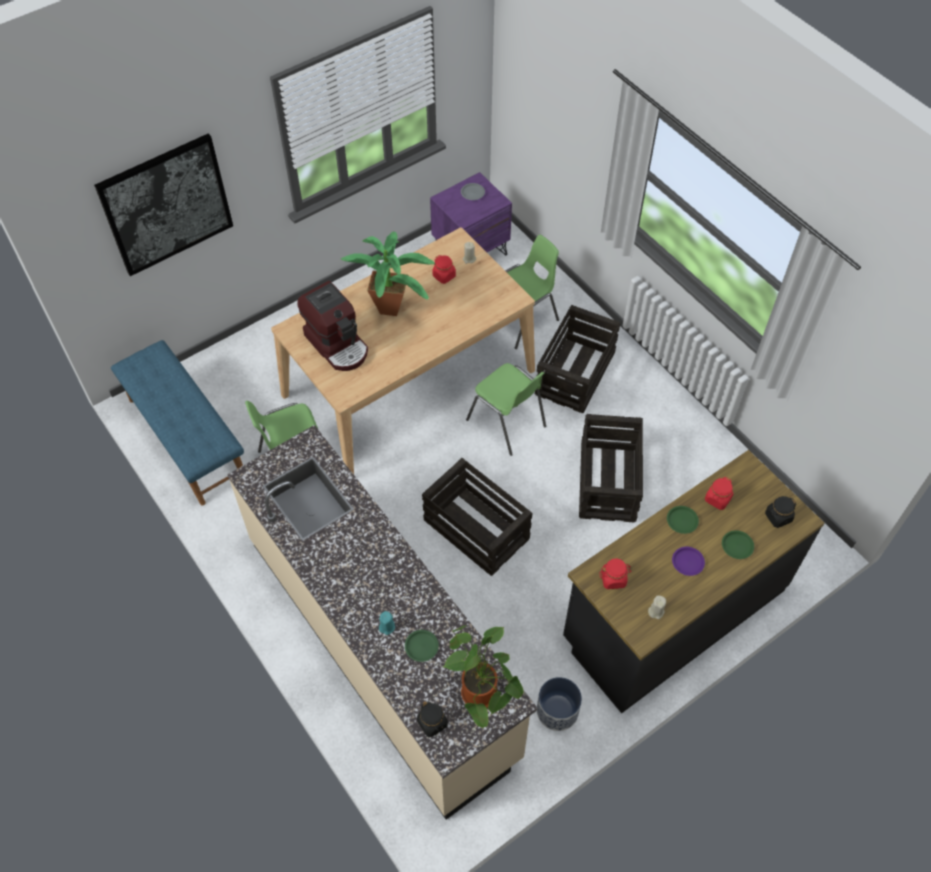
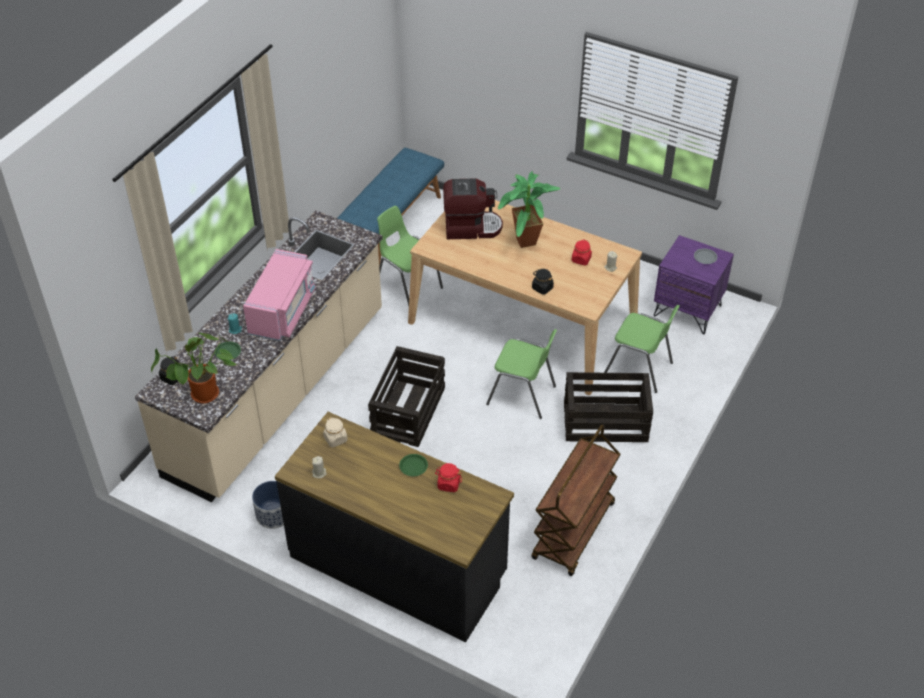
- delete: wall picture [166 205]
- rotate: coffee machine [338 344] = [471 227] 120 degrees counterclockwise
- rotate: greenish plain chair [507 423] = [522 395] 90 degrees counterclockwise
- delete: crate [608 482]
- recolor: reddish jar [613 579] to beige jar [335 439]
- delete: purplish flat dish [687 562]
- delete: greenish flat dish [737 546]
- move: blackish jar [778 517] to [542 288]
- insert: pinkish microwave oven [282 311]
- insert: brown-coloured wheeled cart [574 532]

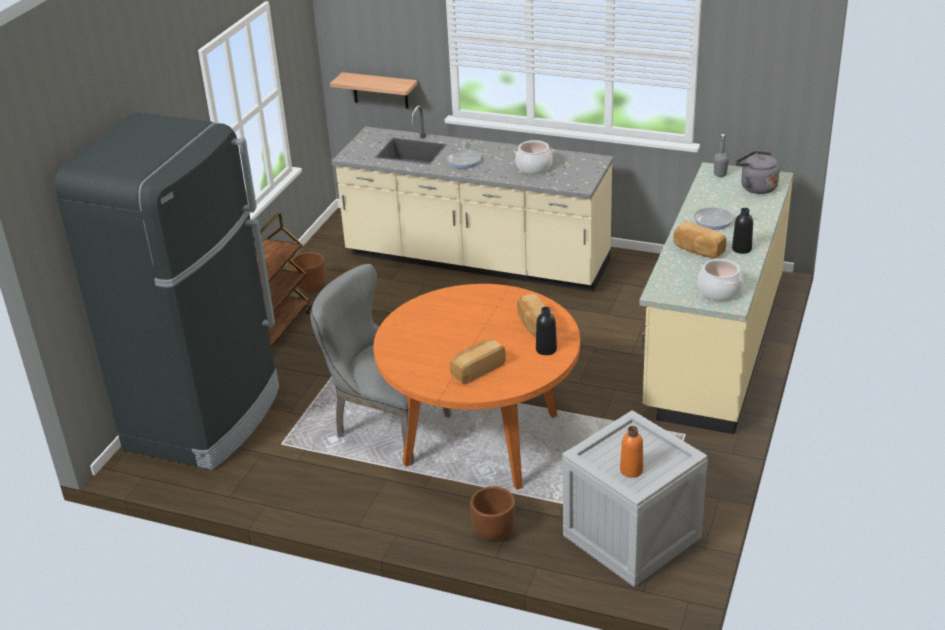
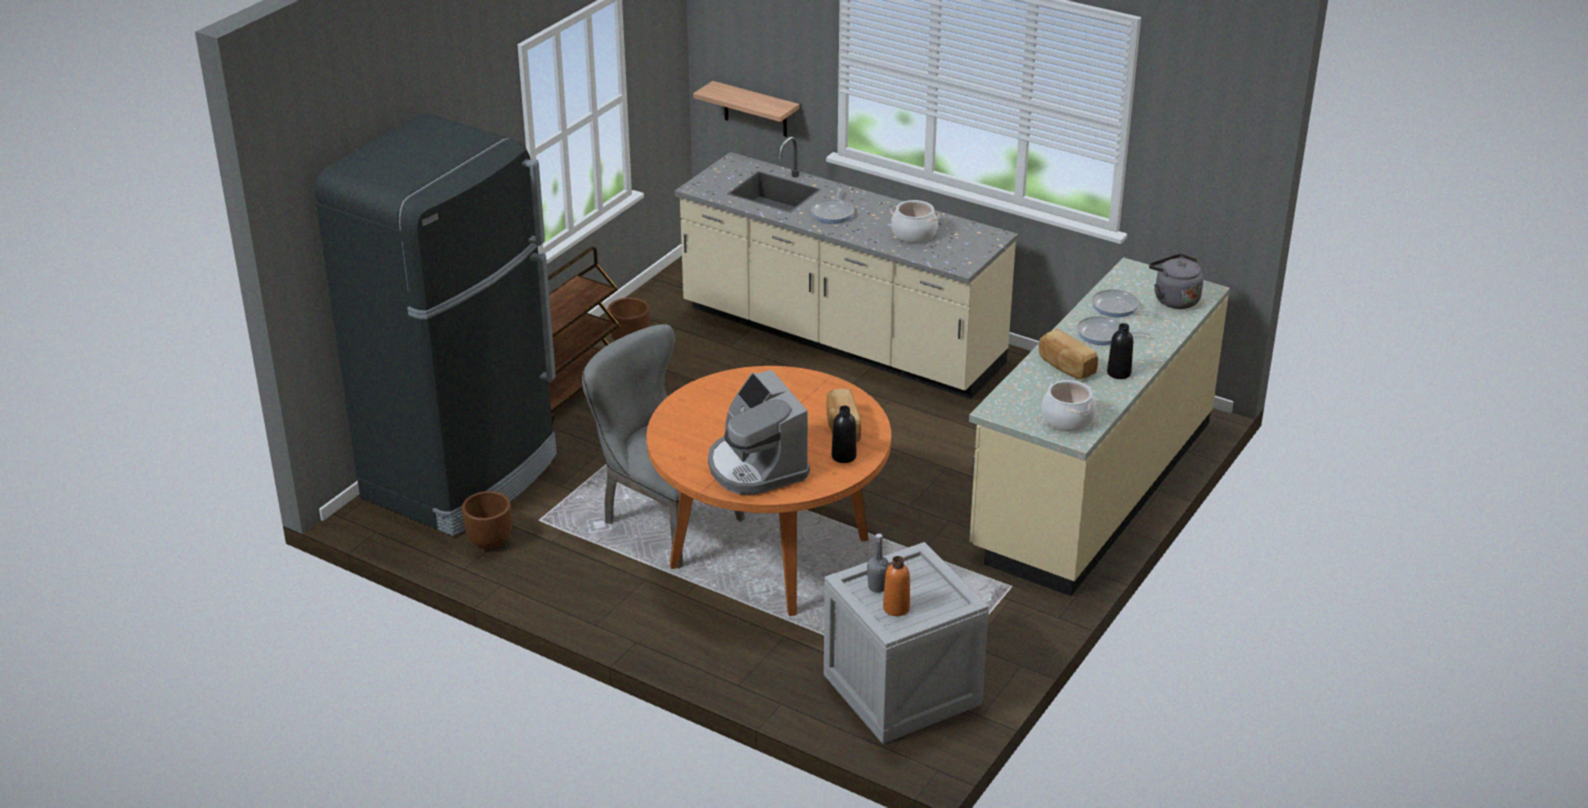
- replace: bread [477 370] to coffee machine [756 467]
- move: brown-coloured plant pot [494 532] to [490 541]
- move: gray bottle [720 174] to [877 587]
- insert: pan [1117 308]

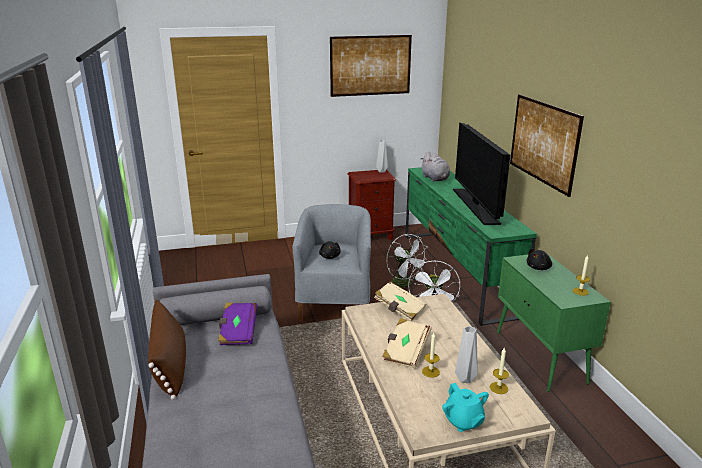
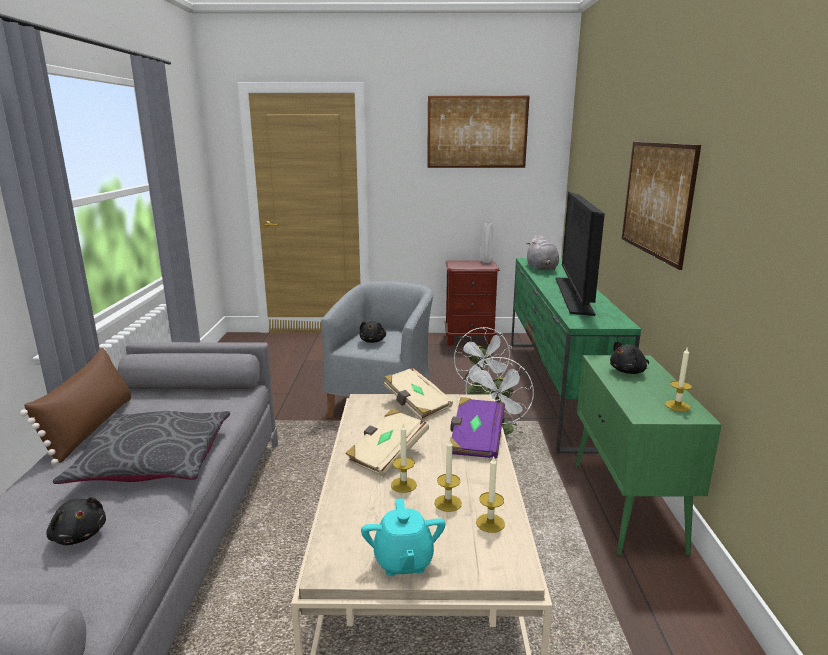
- move: purplish bound book [238 332] to [475 440]
- replace: gray vase [466 379] to wax light [448 503]
- insert: blackish soft toy [79 535]
- insert: gray cushion [153 461]

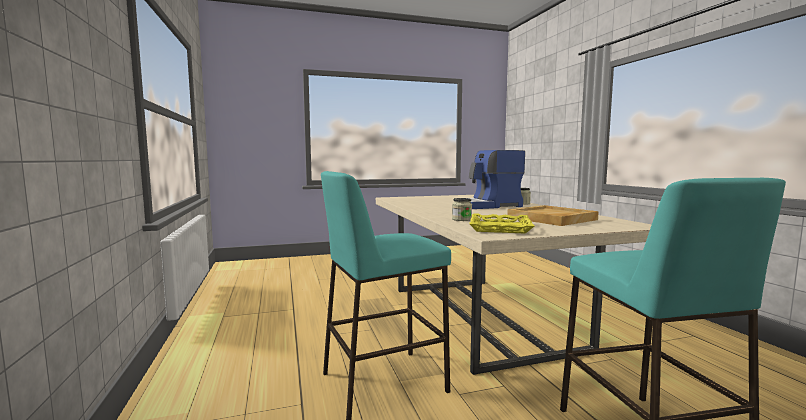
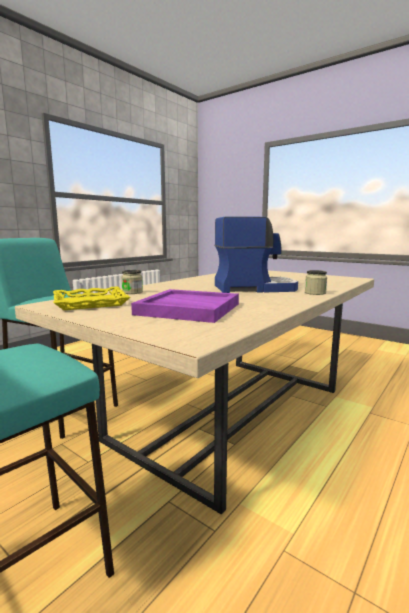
- rotate: coffee machine [488 206] = [254 288] 135 degrees clockwise
- recolor: beige tray [552 219] to purplish tray [187 309]

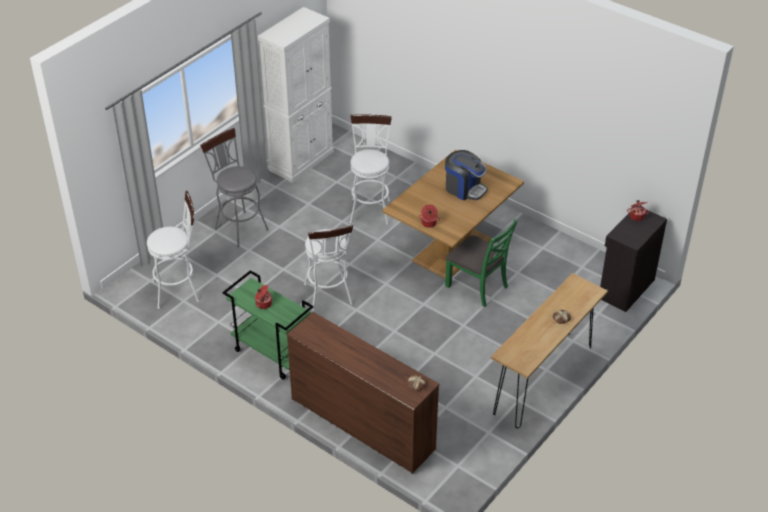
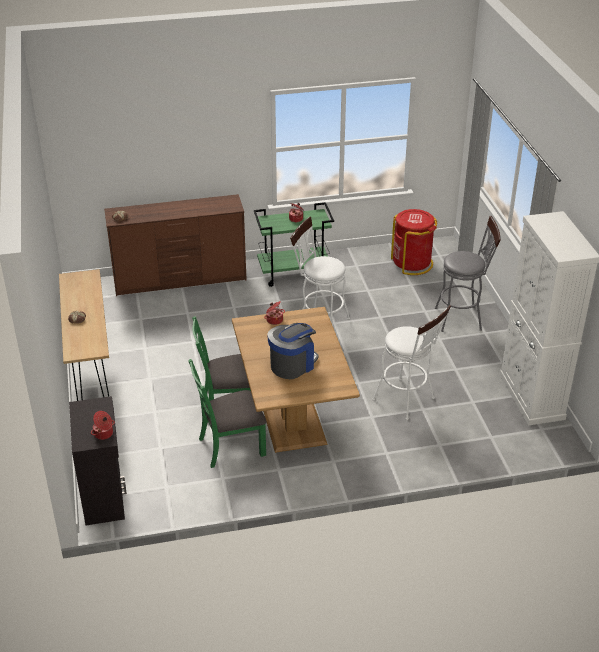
- replace: white-coloured stool seat [180 290] to reddish rubbish bin [412 263]
- rotate: coffee machine [464 188] = [292 364] 150 degrees clockwise
- insert: greenish plain chair [231 446]

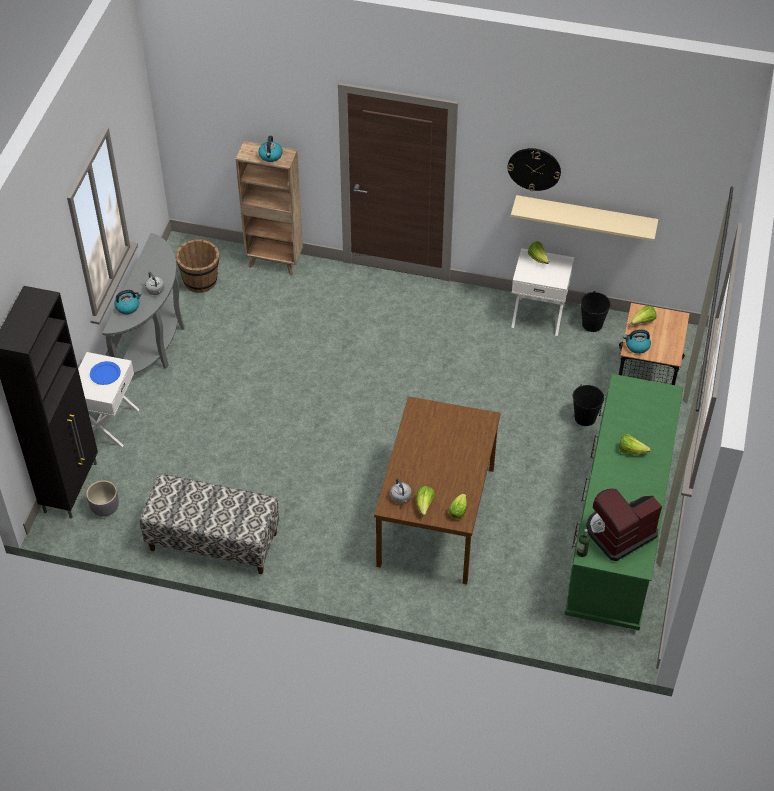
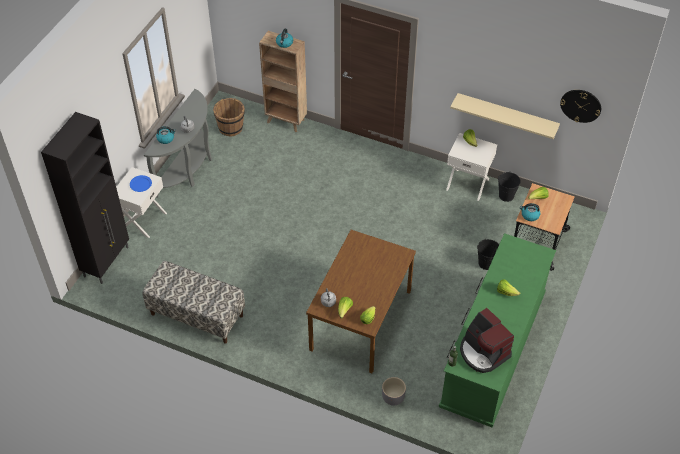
- move: gray plant pot [105 508] to [393 398]
- move: hanging clock [534 168] to [580 105]
- rotate: coffee machine [619 533] = [483 352] 105 degrees counterclockwise

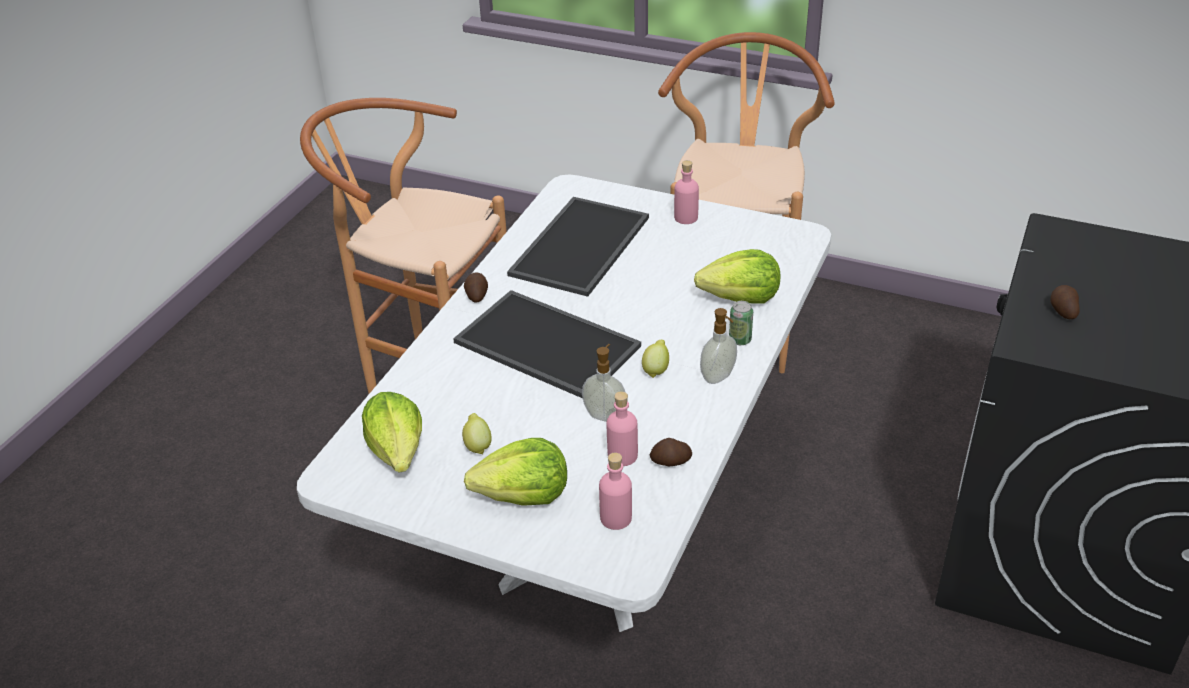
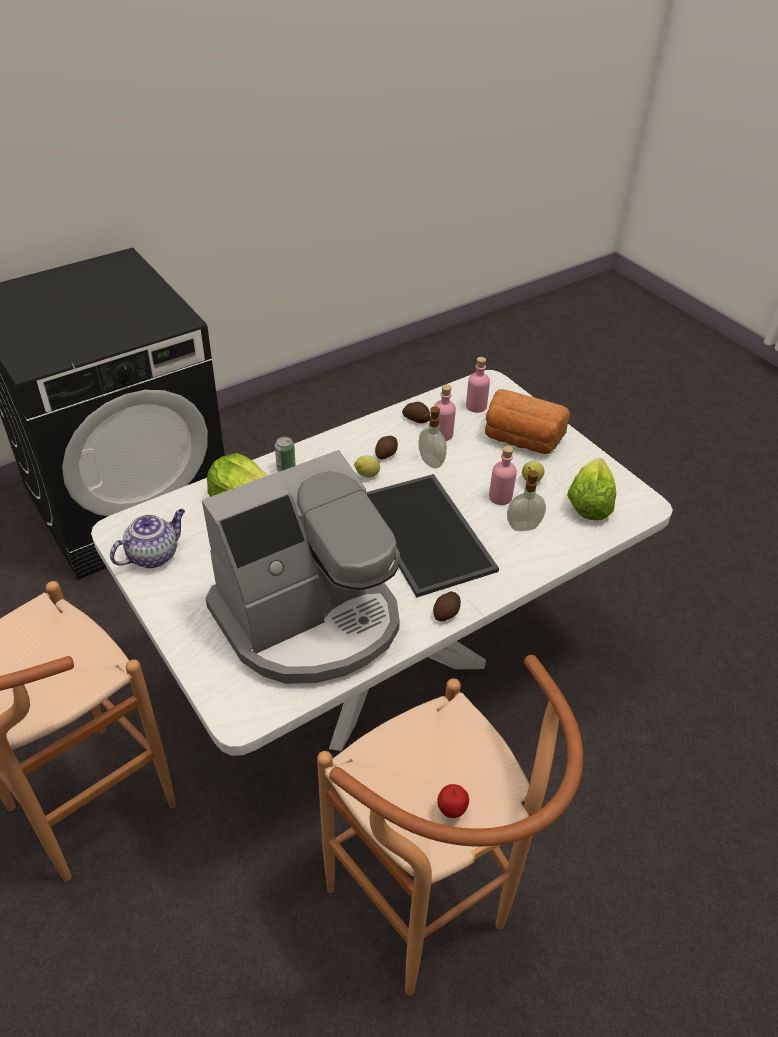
- replace: head of lettuce [524 495] to bread [521 440]
- replace: tray [581 247] to coffee machine [310 619]
- move: pinkish bottle [686 218] to [500 497]
- move: liquid soap bottle [718 377] to [523 526]
- move: spud [1062 311] to [387 453]
- insert: teapot [153 555]
- insert: whole apple [451 811]

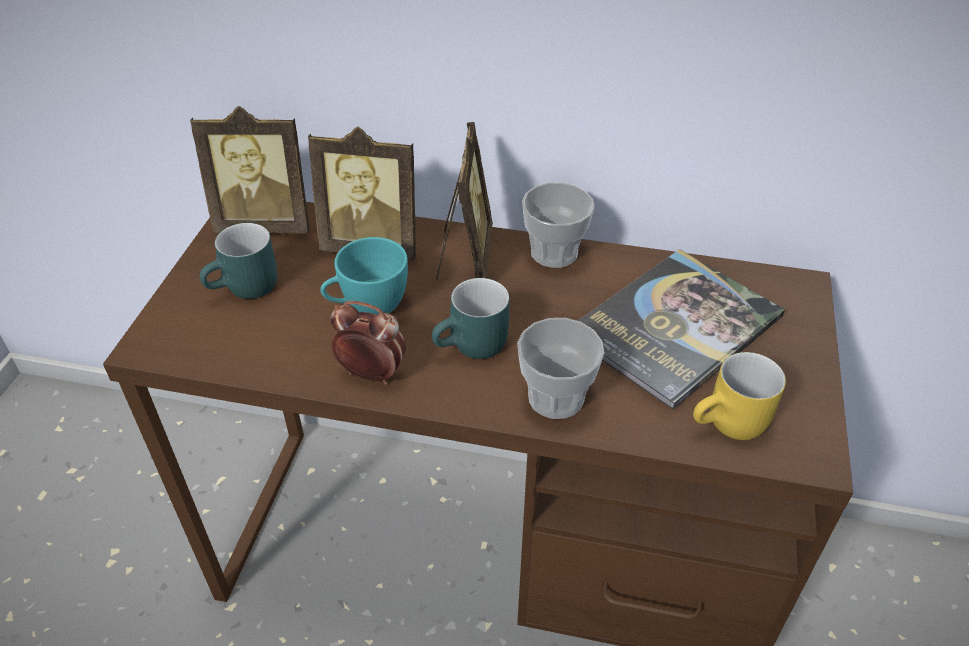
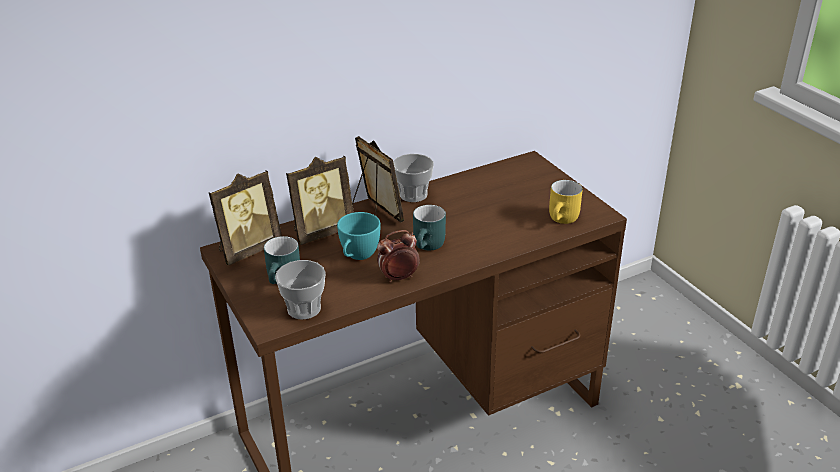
- move: drinking cup [556 397] to [304 309]
- delete: bound book [675 326]

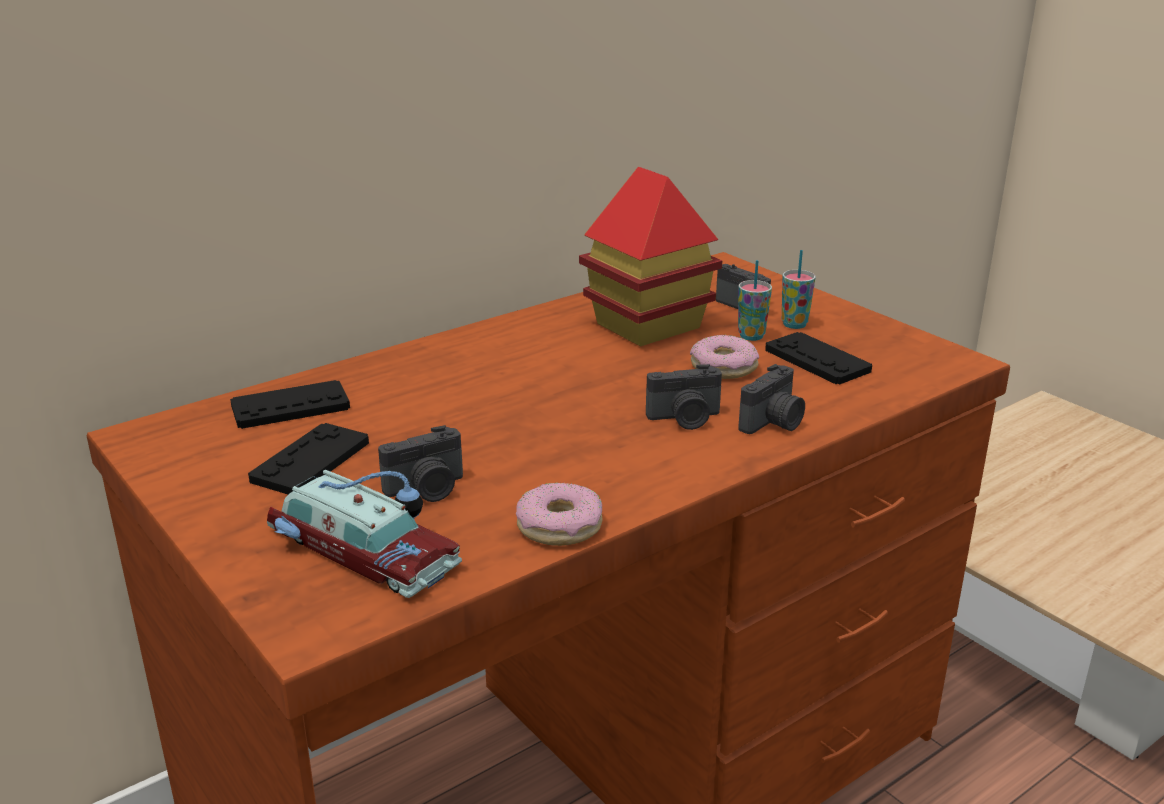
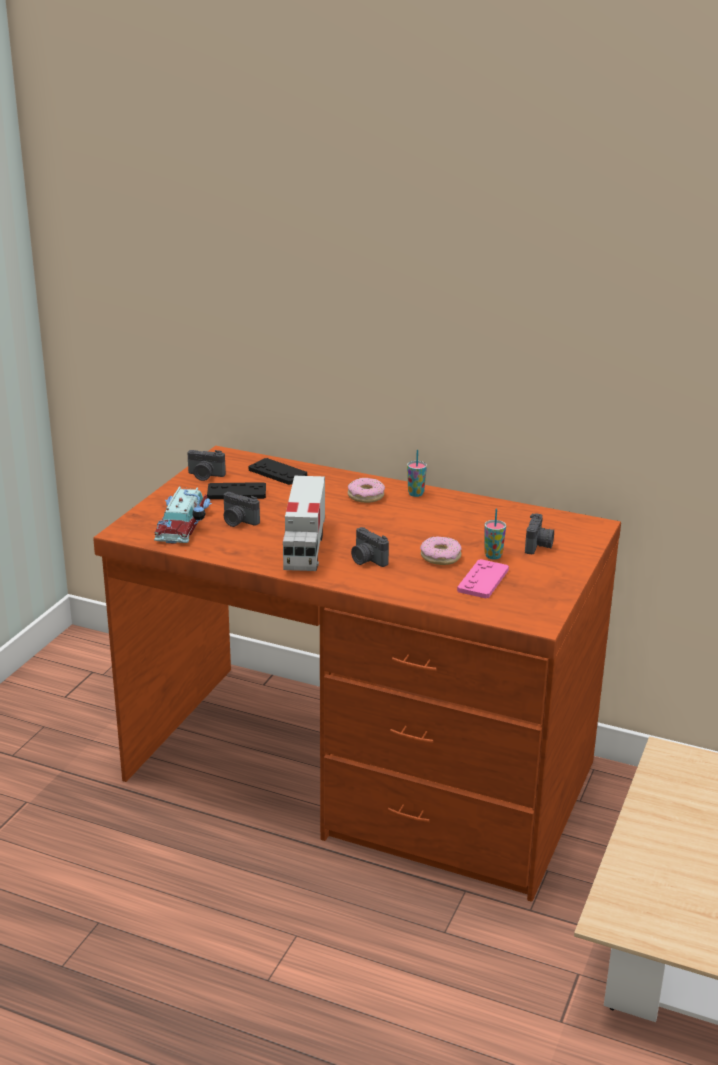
- move: doughnut [559 526] to [365 496]
- delete: miniature house [648 326]
- move: photo camera [774 423] to [205 476]
- recolor: blackish gamepad [817 360] to pinkish gamepad [483 580]
- move: drinking cup [794 324] to [416 494]
- insert: model truck [304 548]

